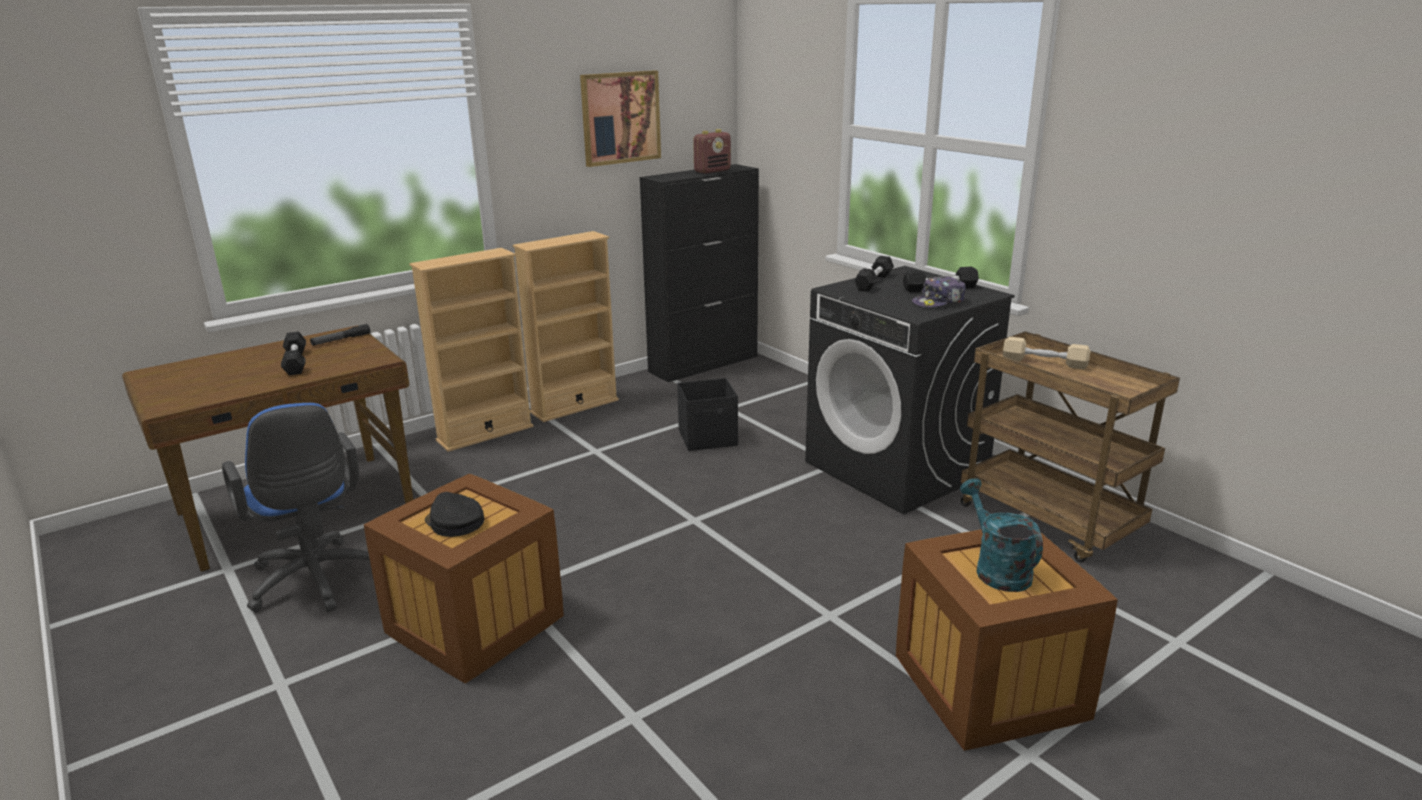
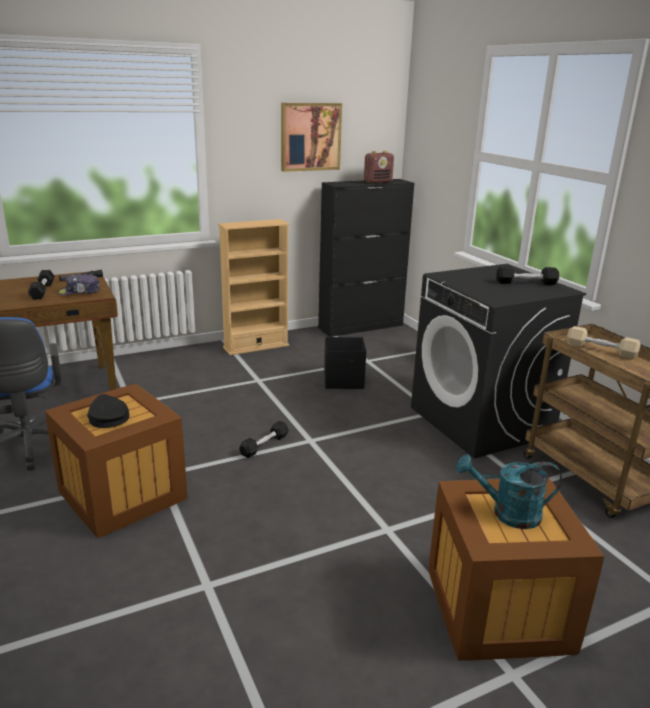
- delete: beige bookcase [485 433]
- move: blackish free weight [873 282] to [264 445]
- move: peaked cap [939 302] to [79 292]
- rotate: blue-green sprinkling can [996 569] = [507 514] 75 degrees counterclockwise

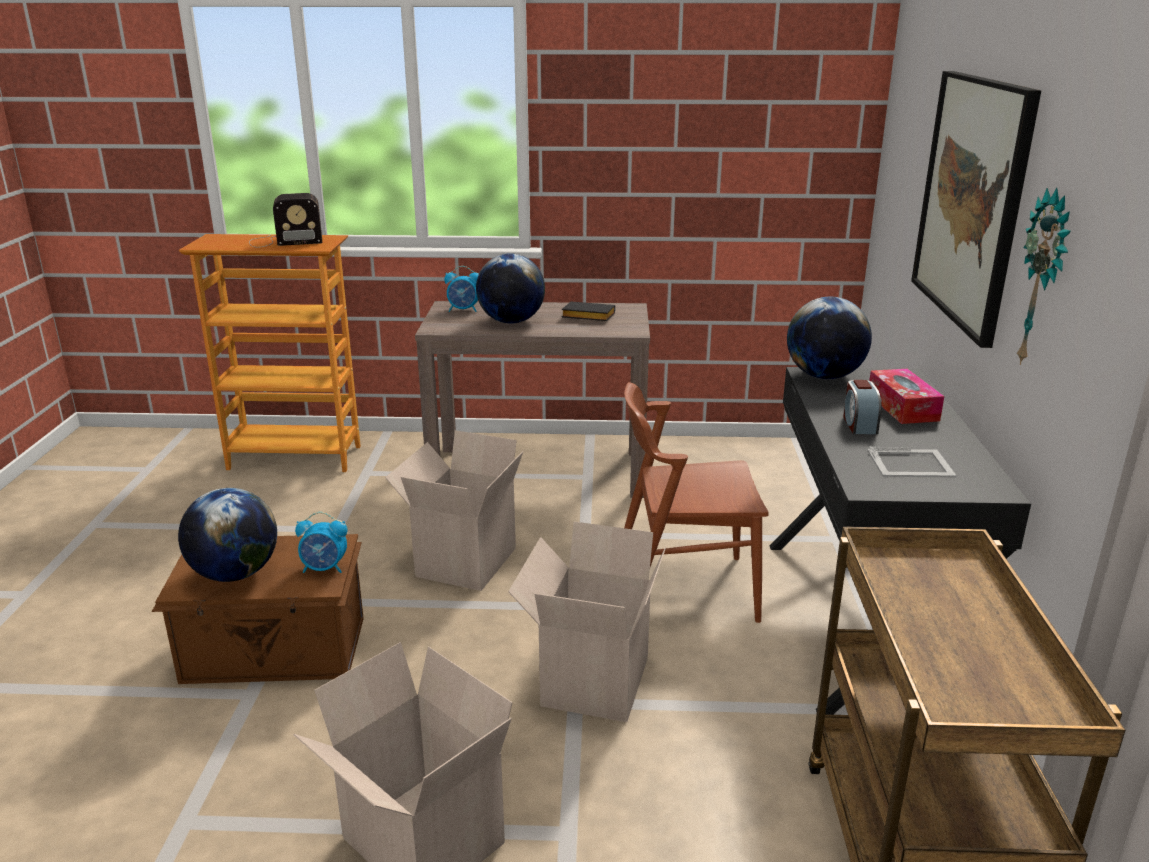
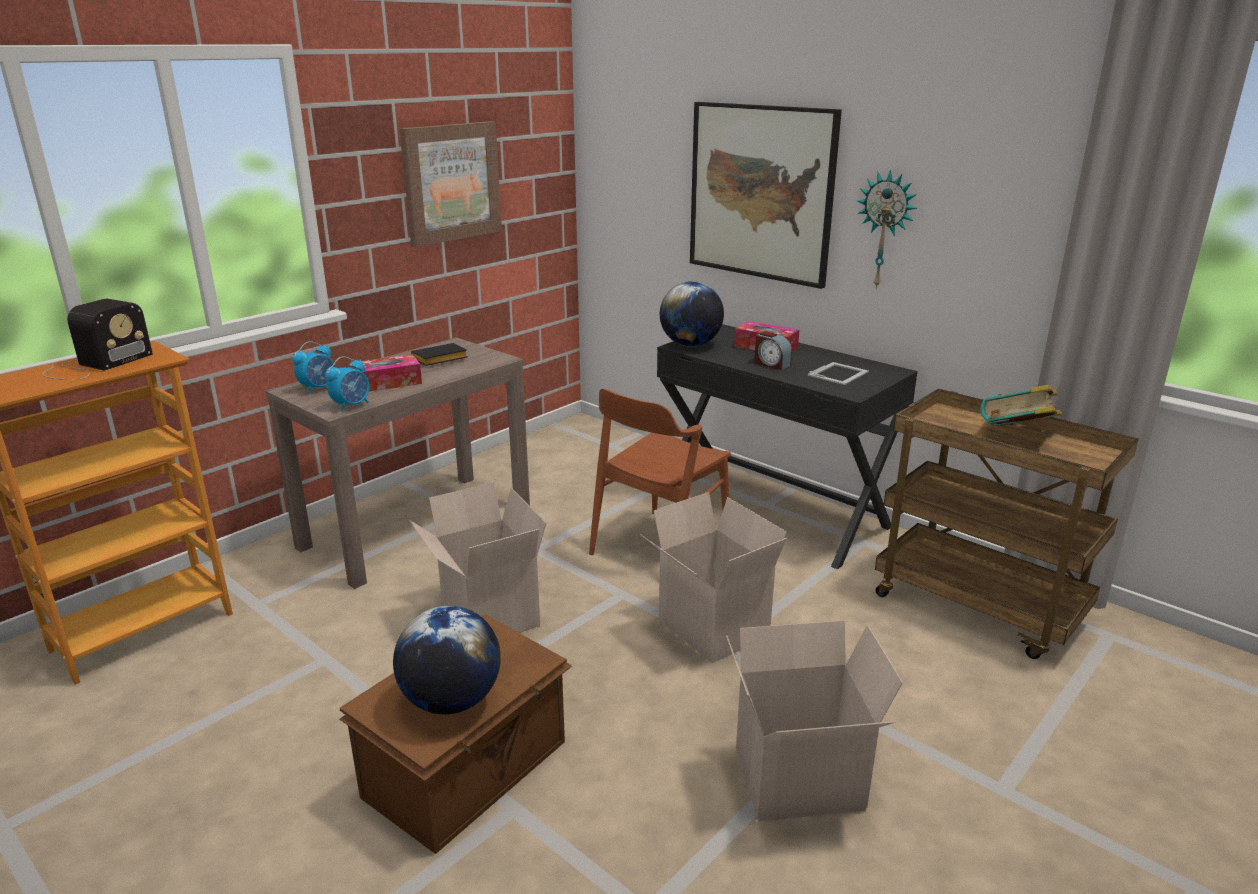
- move: table clock [325 568] to [352 405]
- replace: globe [511 321] to box of tissues [387 383]
- insert: wall picture [451 182]
- insert: bound book [1016 437]

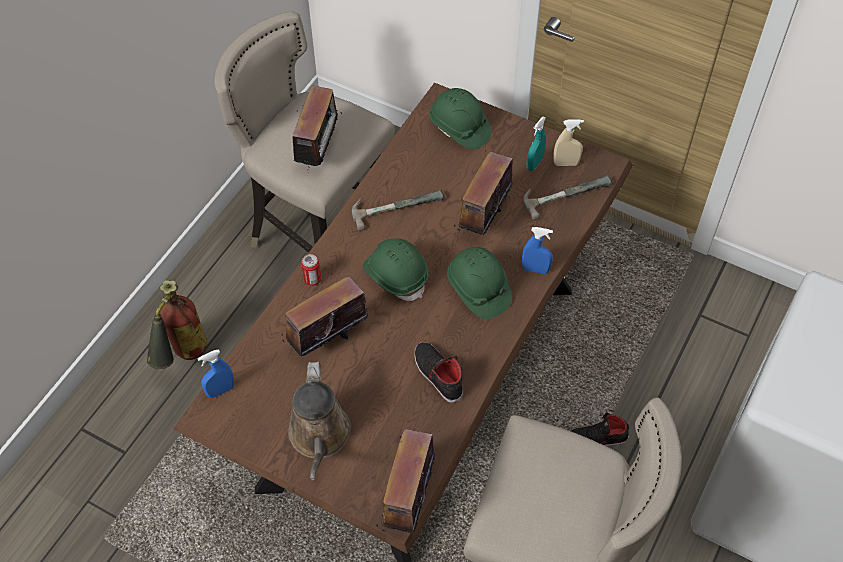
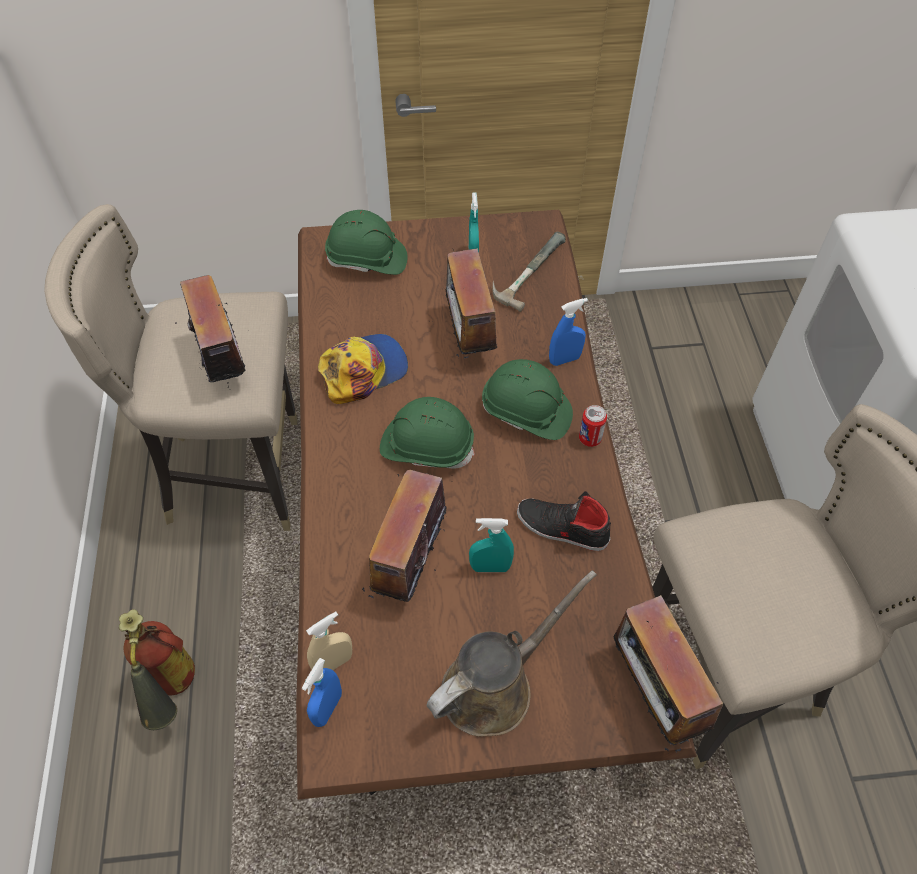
- rotate: brown-coloured sprinkling can [320 437] = [494 686] 90 degrees counterclockwise
- move: metal can [312 279] to [590 438]
- replace: hammer [396 204] to peaked cap [363 371]
- move: beige sprayer [566 163] to [333 663]
- delete: blackish shoe [597 439]
- insert: blue-green sprayer [490 567]

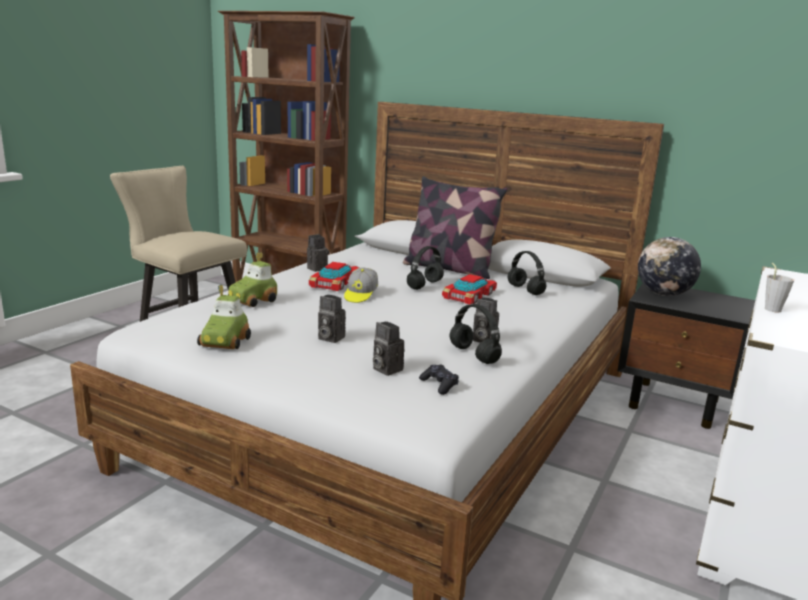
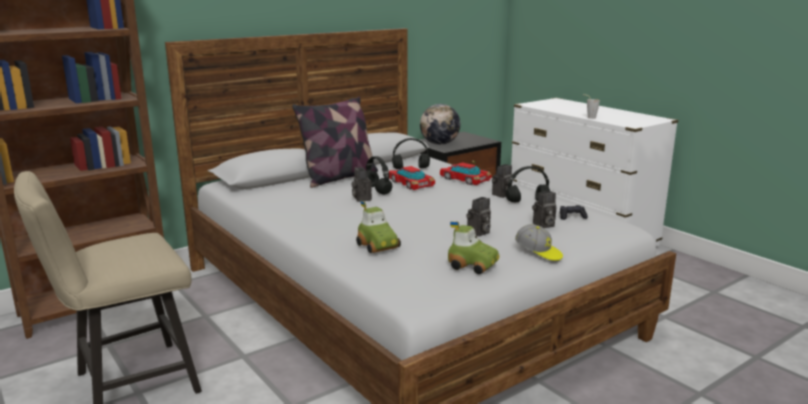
- move: photo camera [317 268] to [361 198]
- move: toy car [335 282] to [465 179]
- move: peaked cap [360 295] to [538 253]

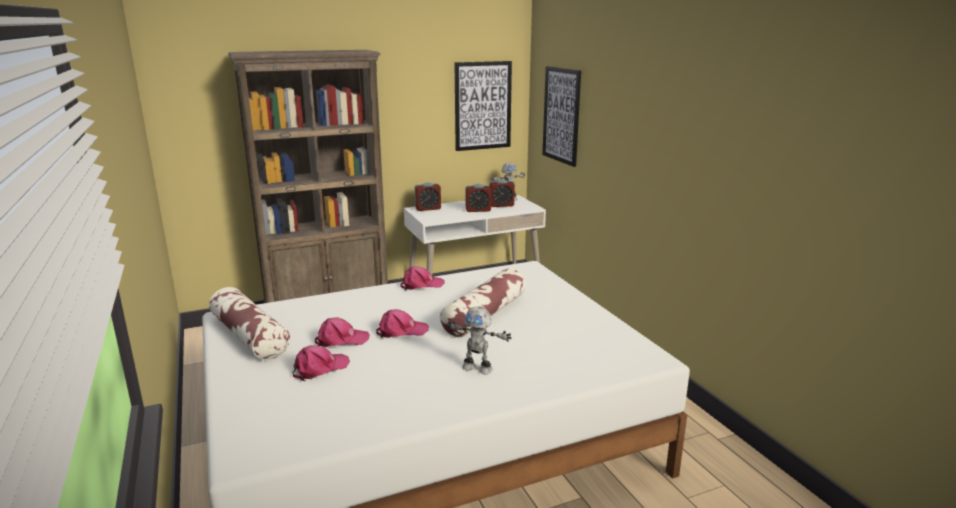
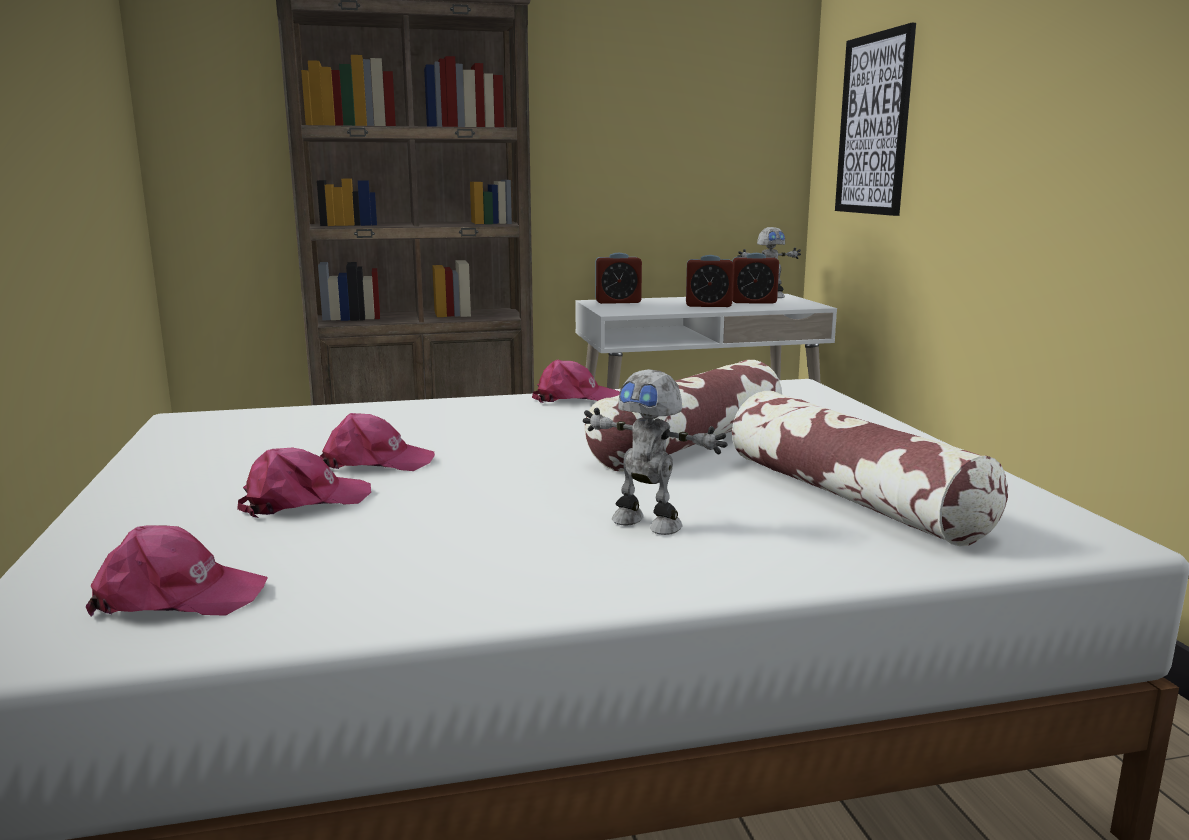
- move: cushion [249 336] to [850 497]
- move: pinkish peaked cap [401 331] to [177 597]
- delete: wall picture [483 106]

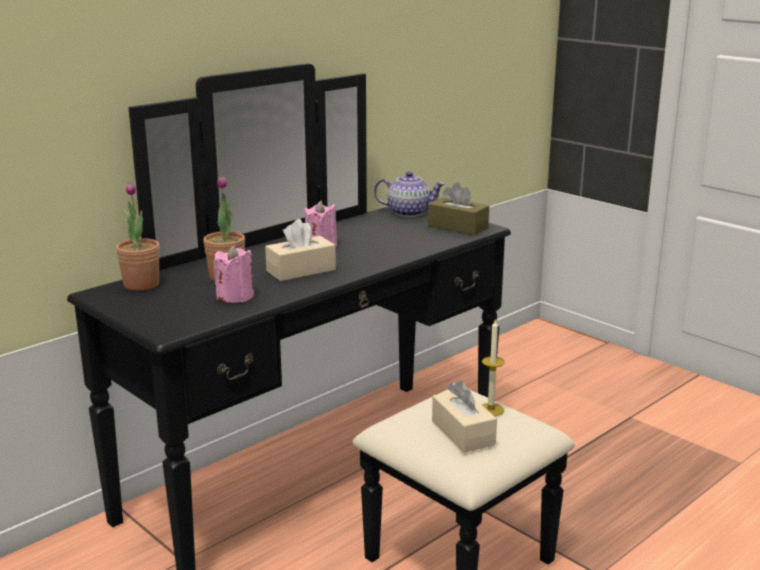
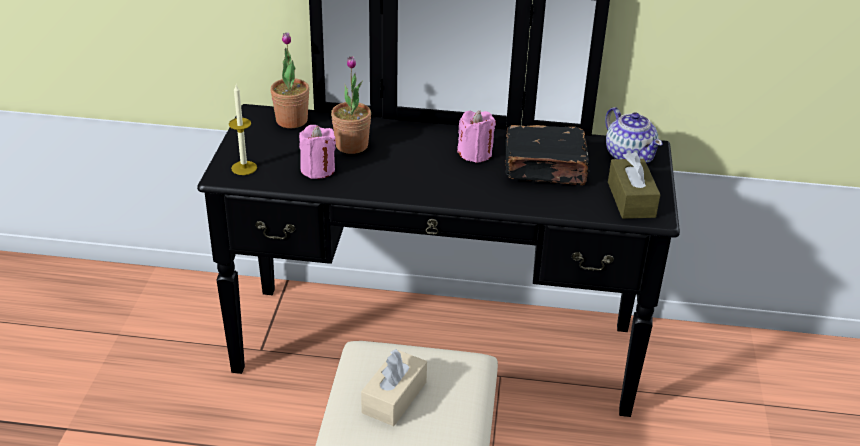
- delete: beige box of tissues [301 270]
- move: wax light [490 409] to [244 168]
- insert: blackish bound book [546 169]

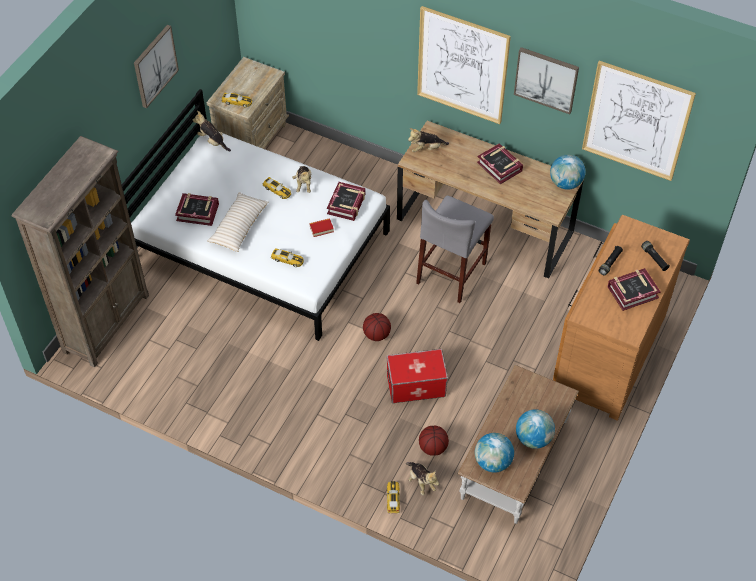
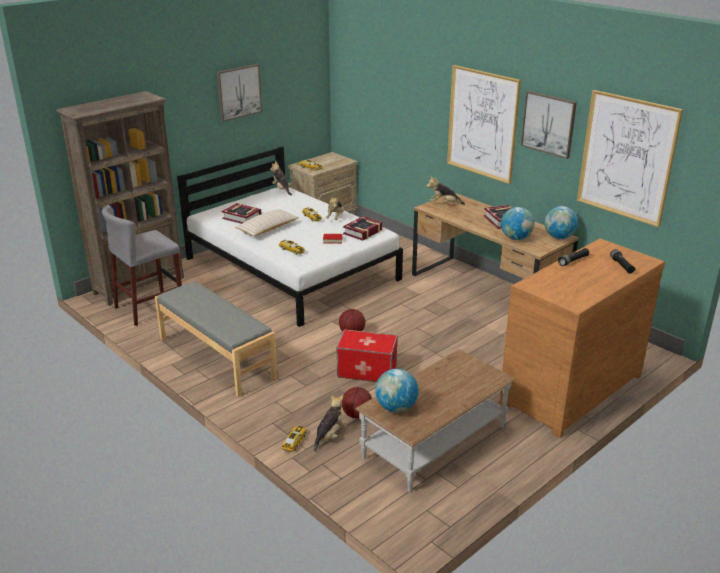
- rotate: soft toy [421 482] = [330 436] 135 degrees counterclockwise
- move: gray stool seat [451 273] to [149 307]
- move: globe [533 438] to [516 238]
- delete: bound book [632 292]
- insert: gray bench [216 358]

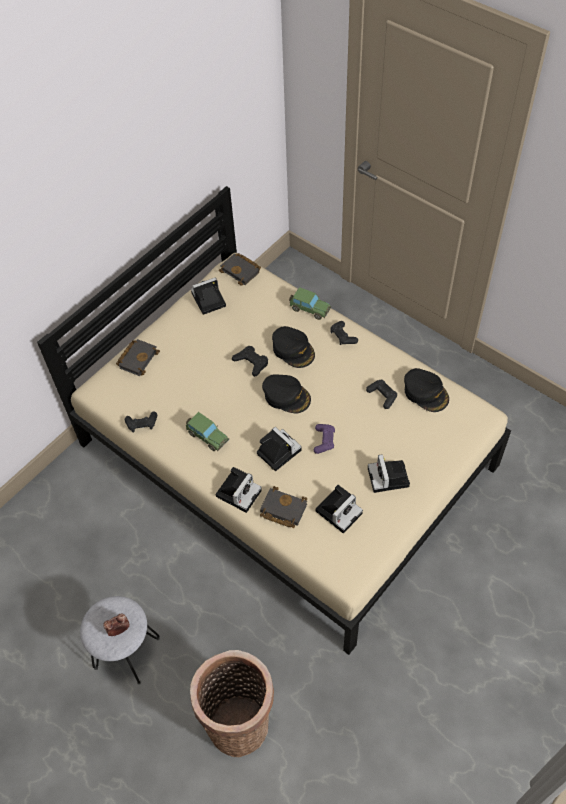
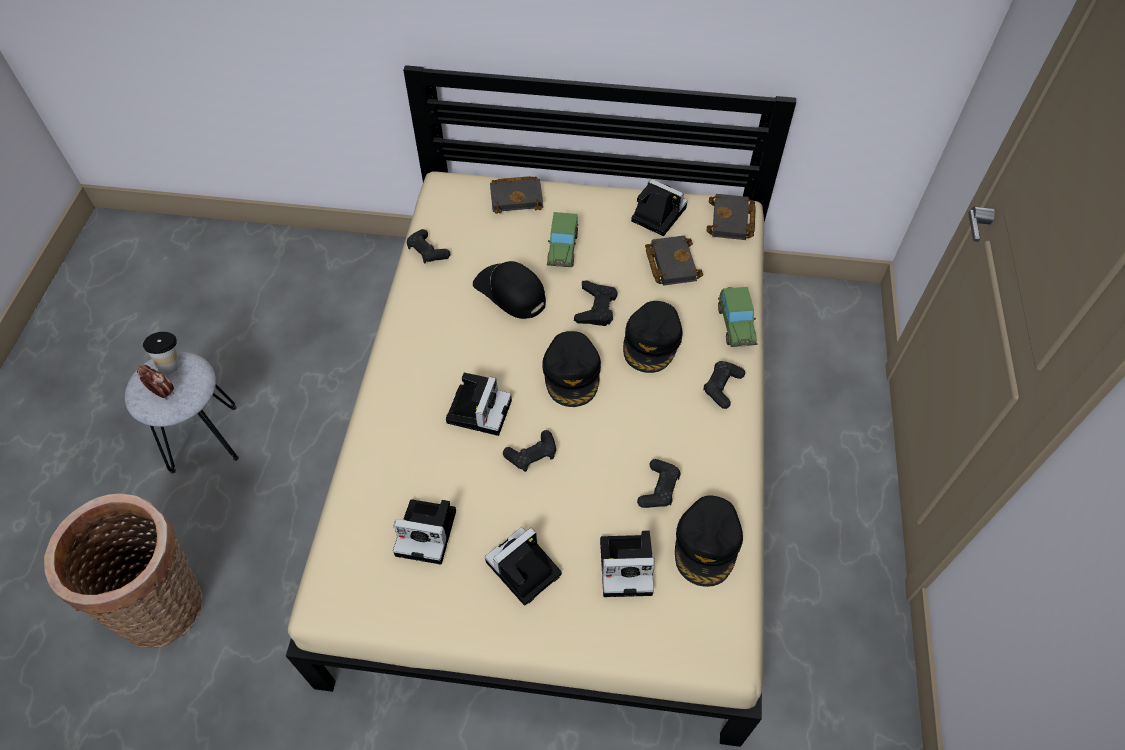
- move: toy car [207 436] to [562 248]
- move: photo camera [239 492] to [628 566]
- move: blackish bound book [282 510] to [670 263]
- recolor: purplish gamepad [324 441] to blackish gamepad [532 455]
- insert: drinking cup [172 363]
- insert: blackish peaked cap [510 292]

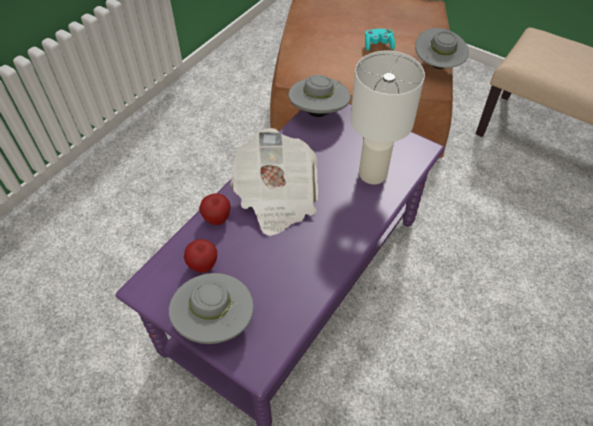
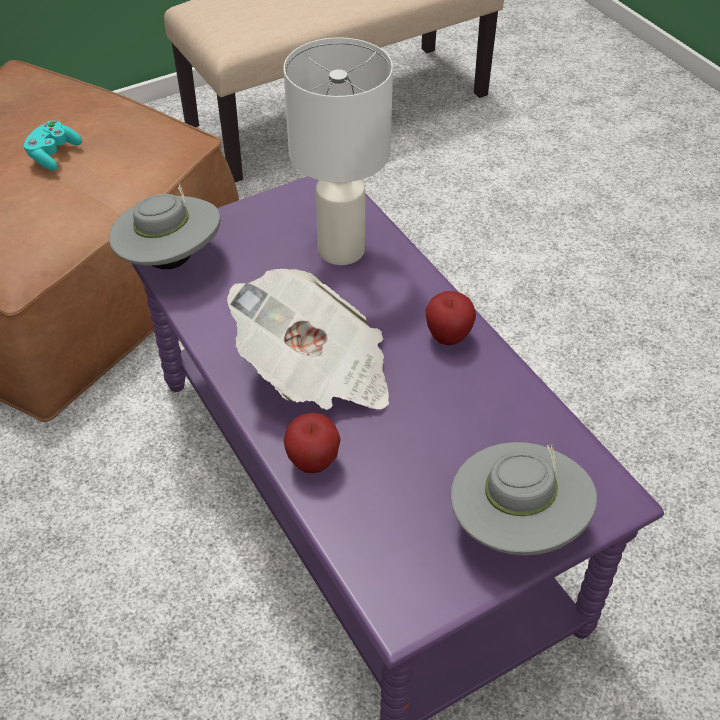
- move: whole apple [203 266] to [448 337]
- delete: gray clothing hat [437 65]

